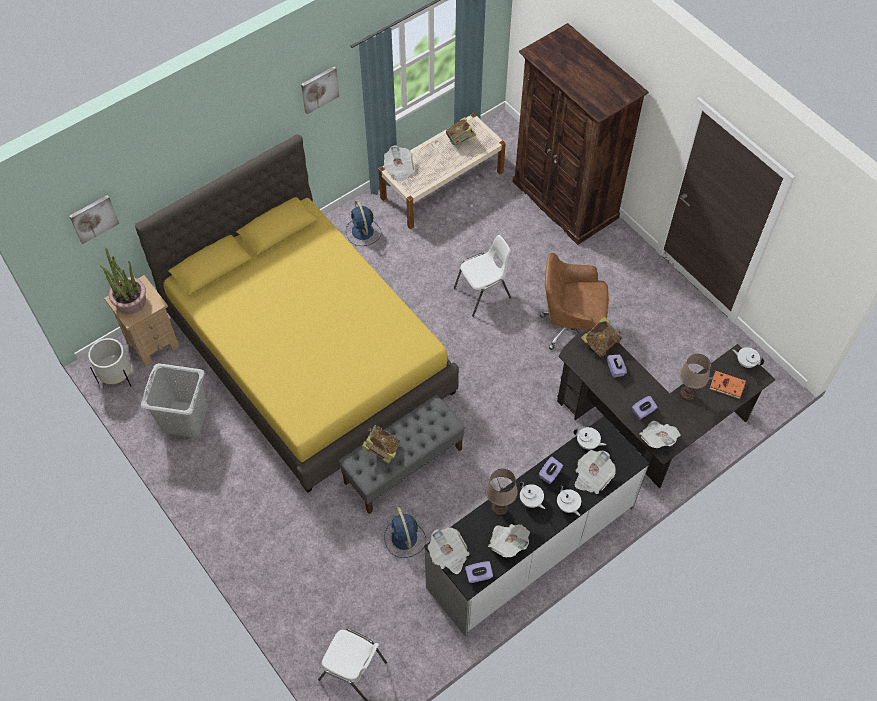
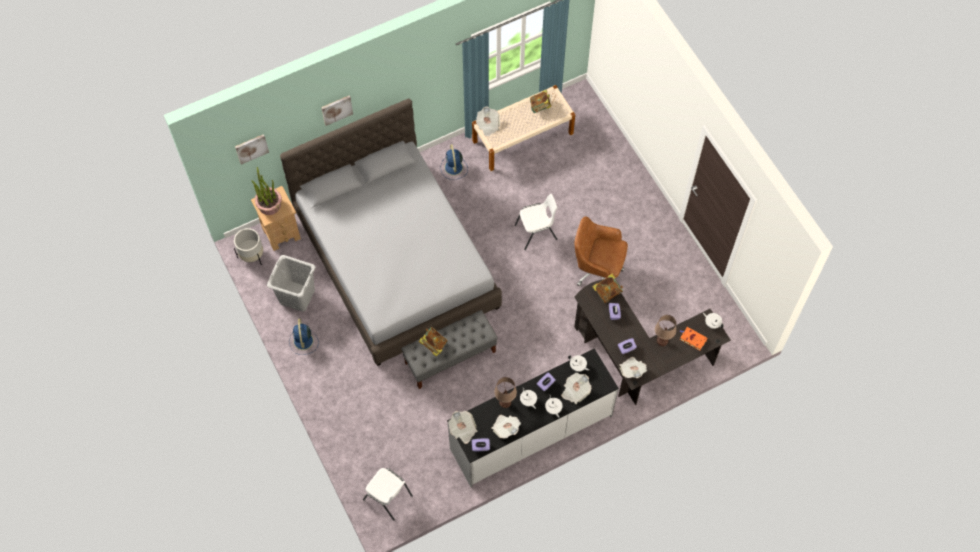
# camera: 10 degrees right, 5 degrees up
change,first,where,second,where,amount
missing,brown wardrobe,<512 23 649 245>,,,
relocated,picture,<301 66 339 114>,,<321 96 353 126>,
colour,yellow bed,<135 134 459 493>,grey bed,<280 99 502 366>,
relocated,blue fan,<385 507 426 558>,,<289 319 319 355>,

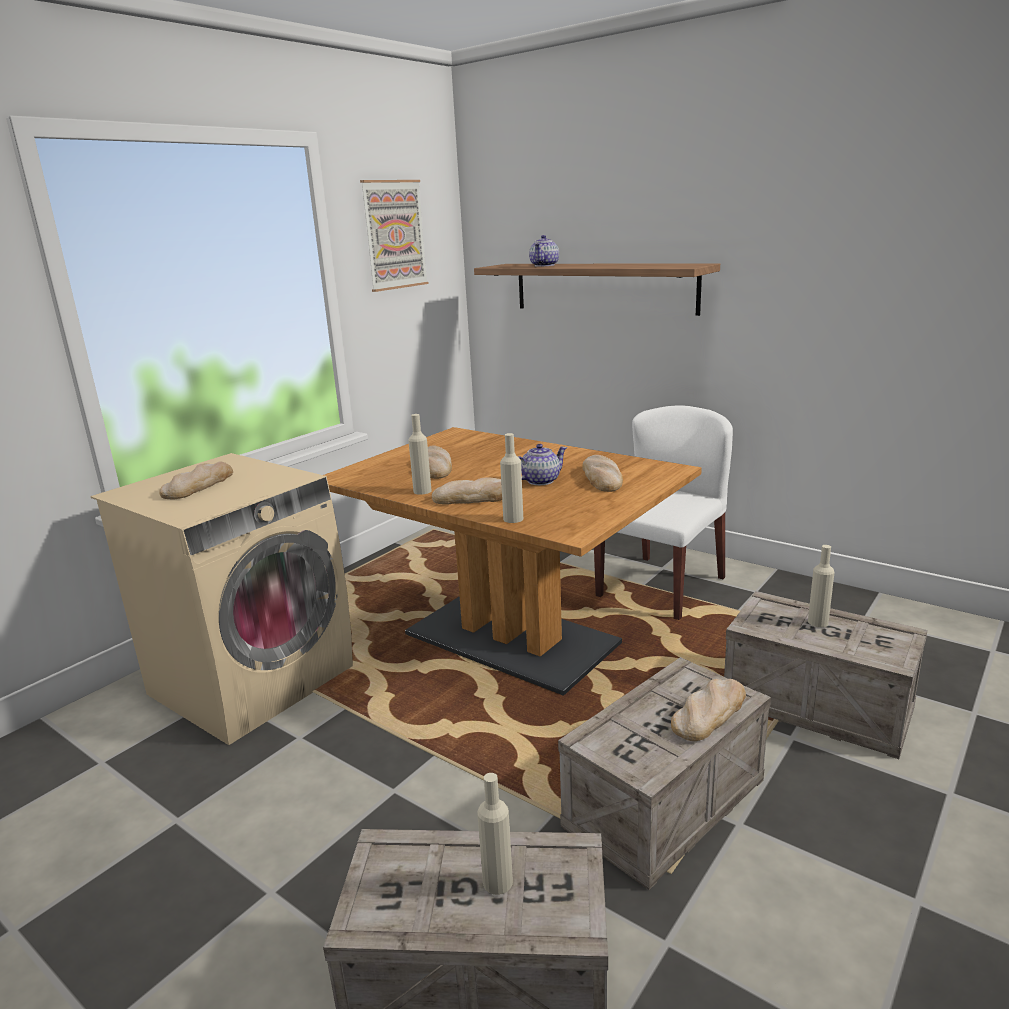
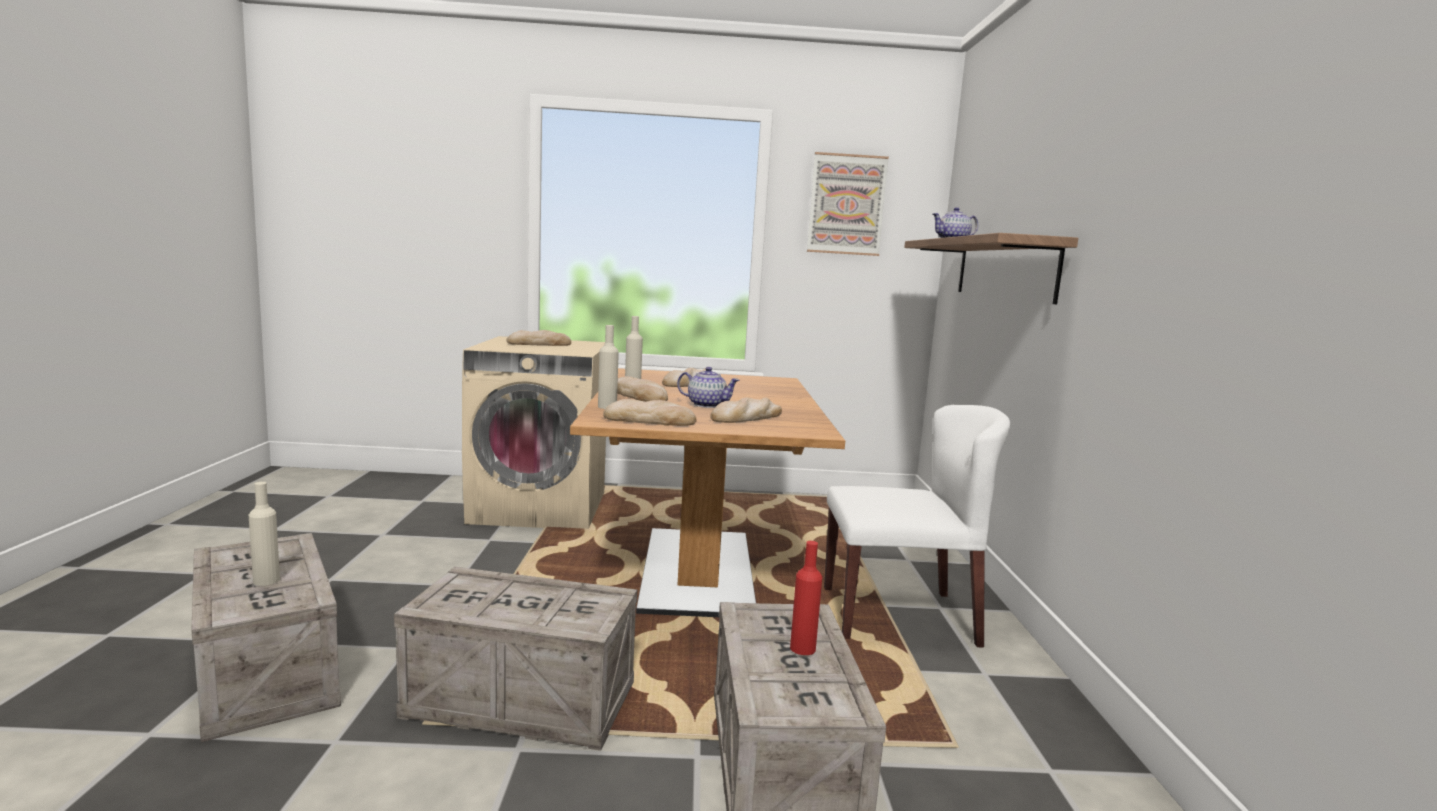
# camera: 50 degrees right, 10 degrees down
change,first,where,second,where,amount
colour,beige bottle,<808 545 835 627>,red bottle,<790 541 822 655>,
relocated,bread,<671 679 746 741>,,<603 399 696 426>,

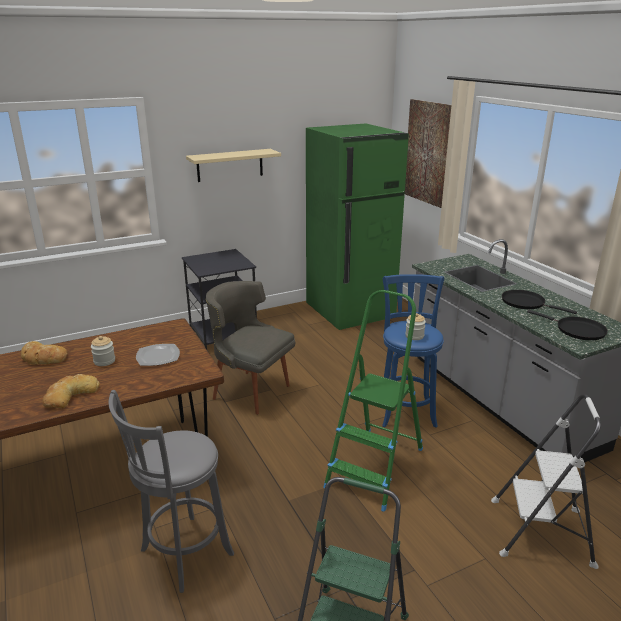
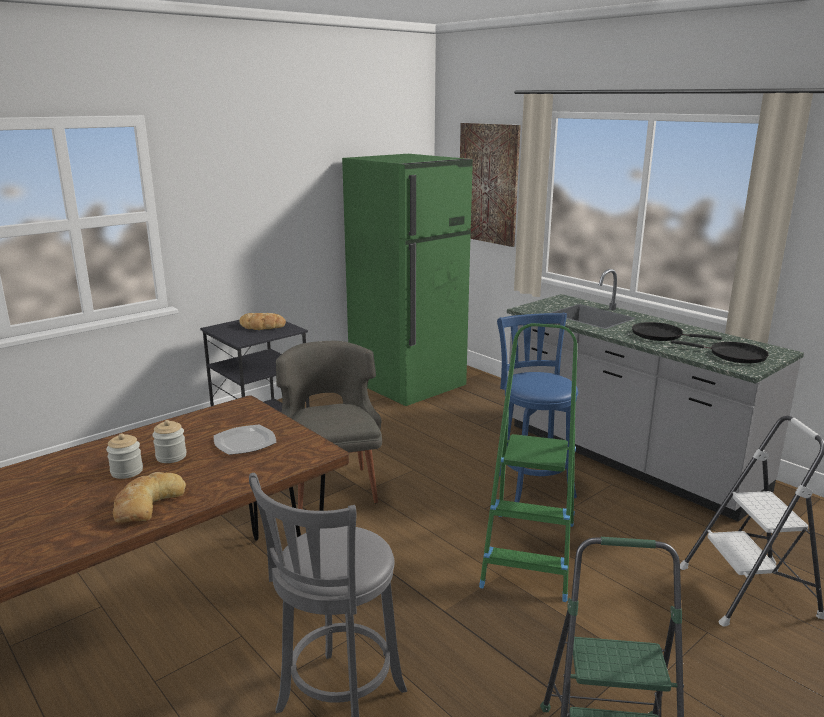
# camera: 15 degrees left, 5 degrees down
change,first,where,second,where,amount
missing,beige shelf,<186 149 281 182>,,,
spun,grey chair,<206 281 295 415>,,<276 341 382 509>,60 degrees clockwise
relocated,jar,<405 313 426 340>,,<106 434 143 479>,
relocated,bread,<21 341 68 365>,,<239 313 286 330>,

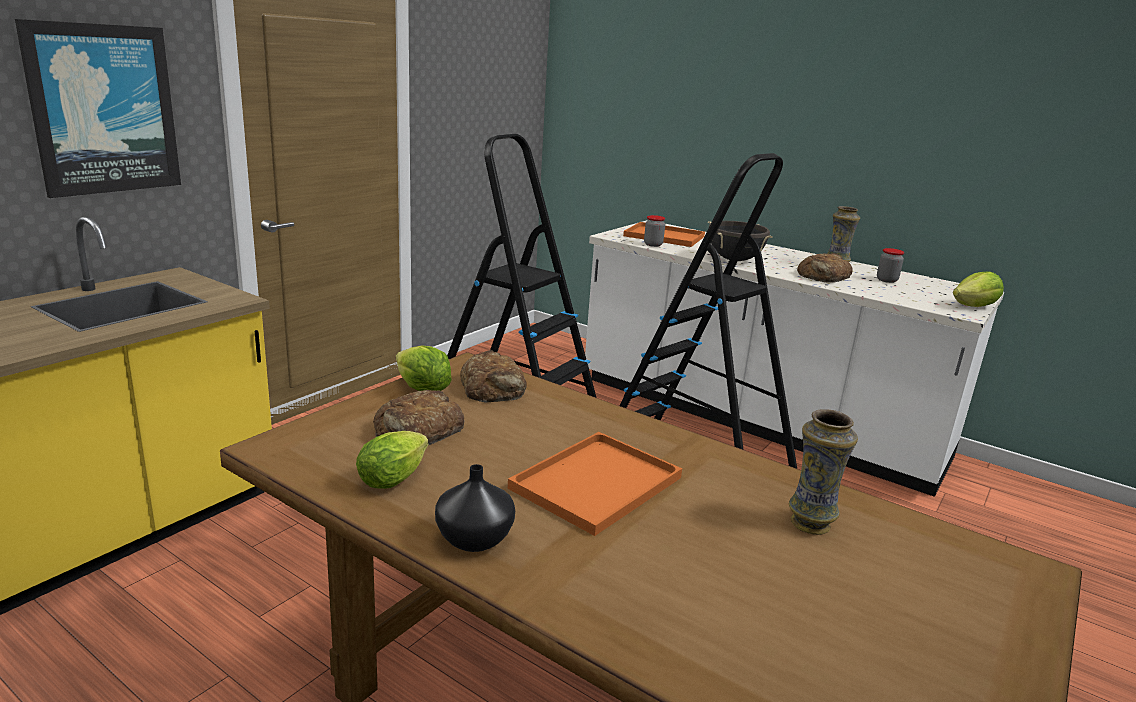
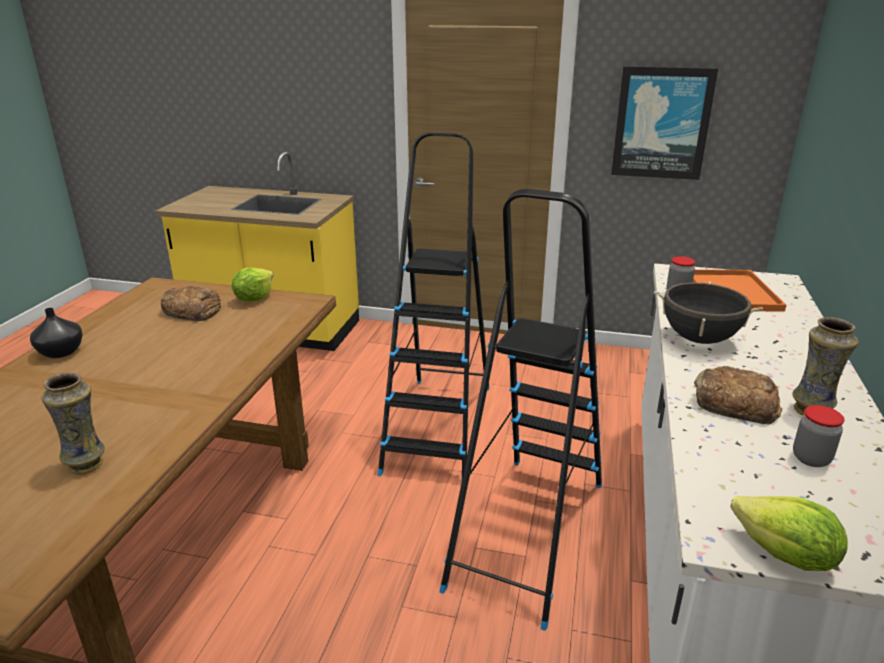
# camera: 70 degrees right, 5 degrees up
change,first,where,second,where,amount
relocated,picture,<15 19 181 198>,,<611 66 718 180>,
missing,bread,<460 350 527 403>,,,
missing,lettuce,<356 431 428 489>,,,
missing,orange tray,<508 432 682 536>,,,

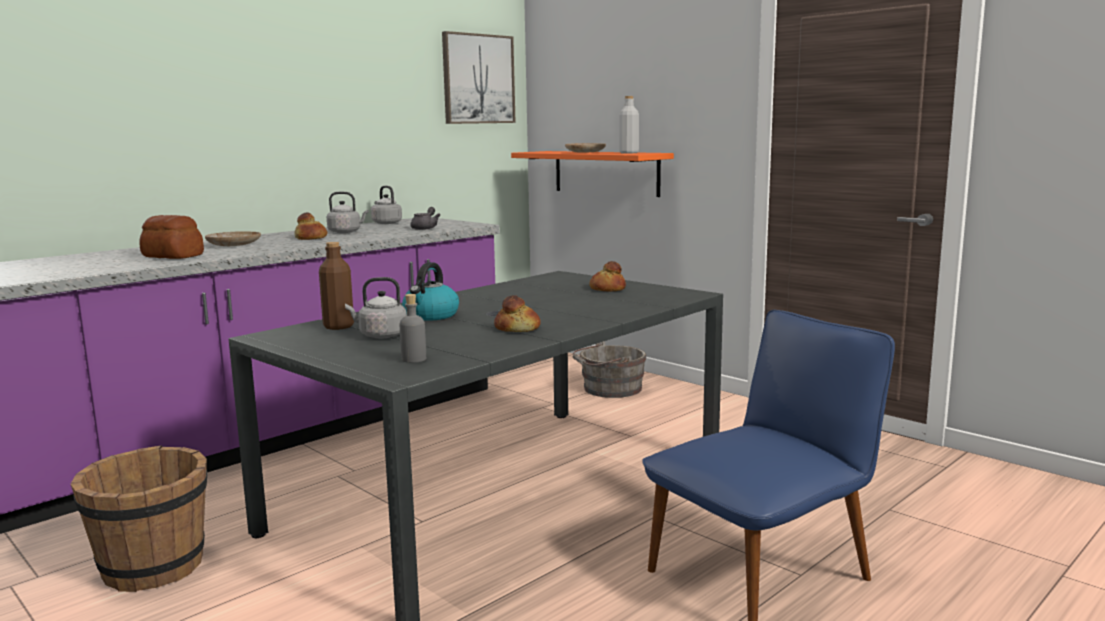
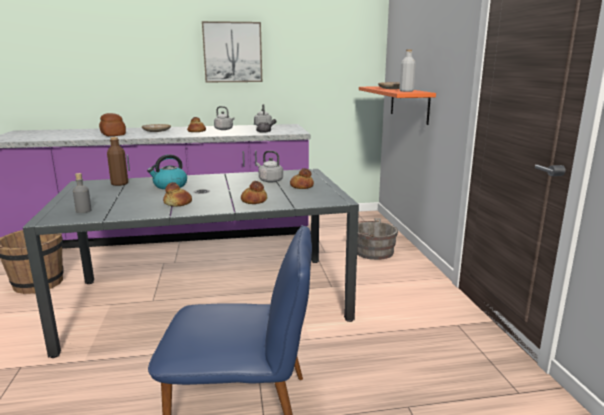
# camera: 35 degrees right, 5 degrees up
change,first,where,second,where,amount
relocated,picture,<442 31 516 124>,,<202 21 262 82>,
relocated,grey kettle,<345 277 407 338>,,<256 151 283 183>,
appeared,,,bread,<241 181 267 204>,

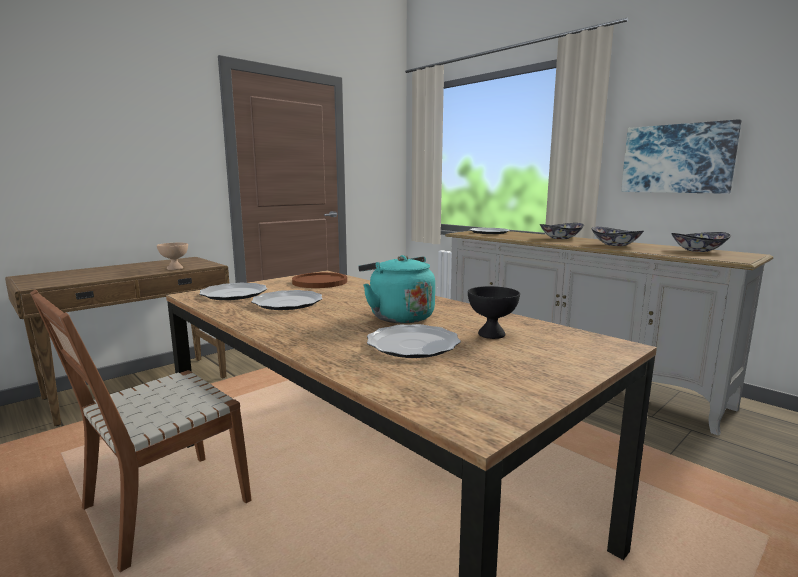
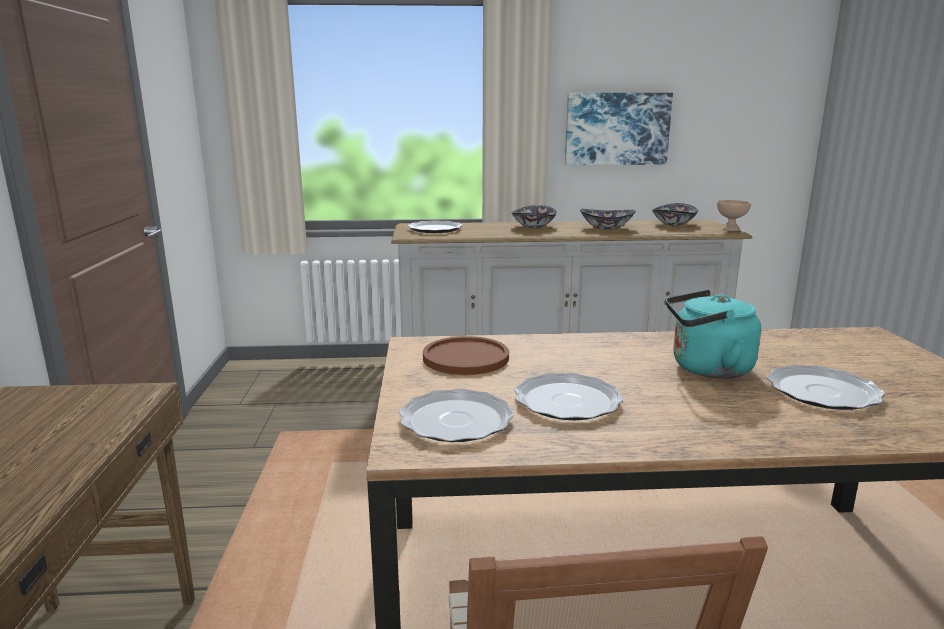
# camera: 50 degrees left, 5 degrees up
change,first,where,second,where,amount
relocated,beige bowl,<157 243 188 270>,,<717 200 751 231>,
missing,black bowl,<468 286 520 339>,,,

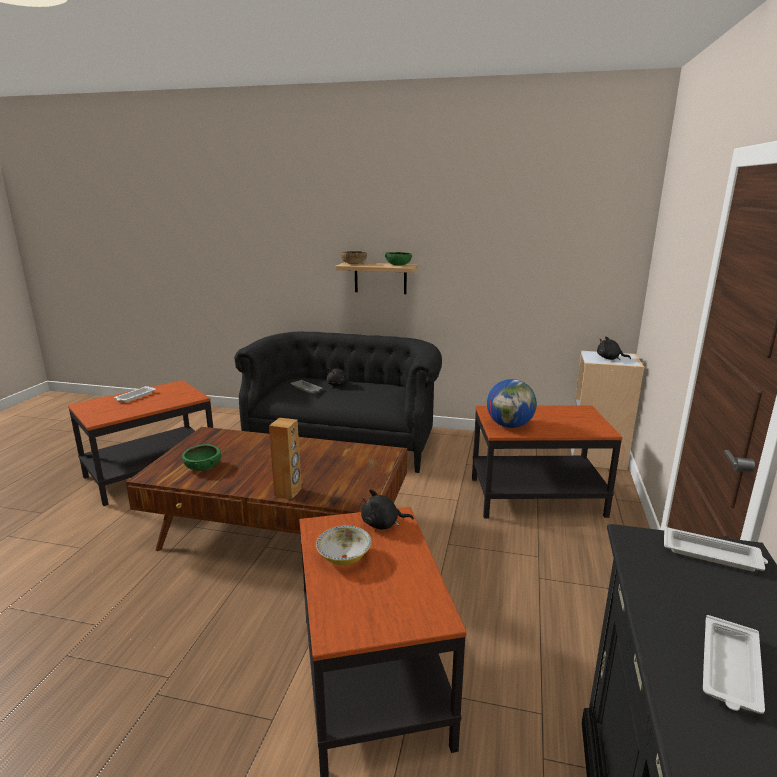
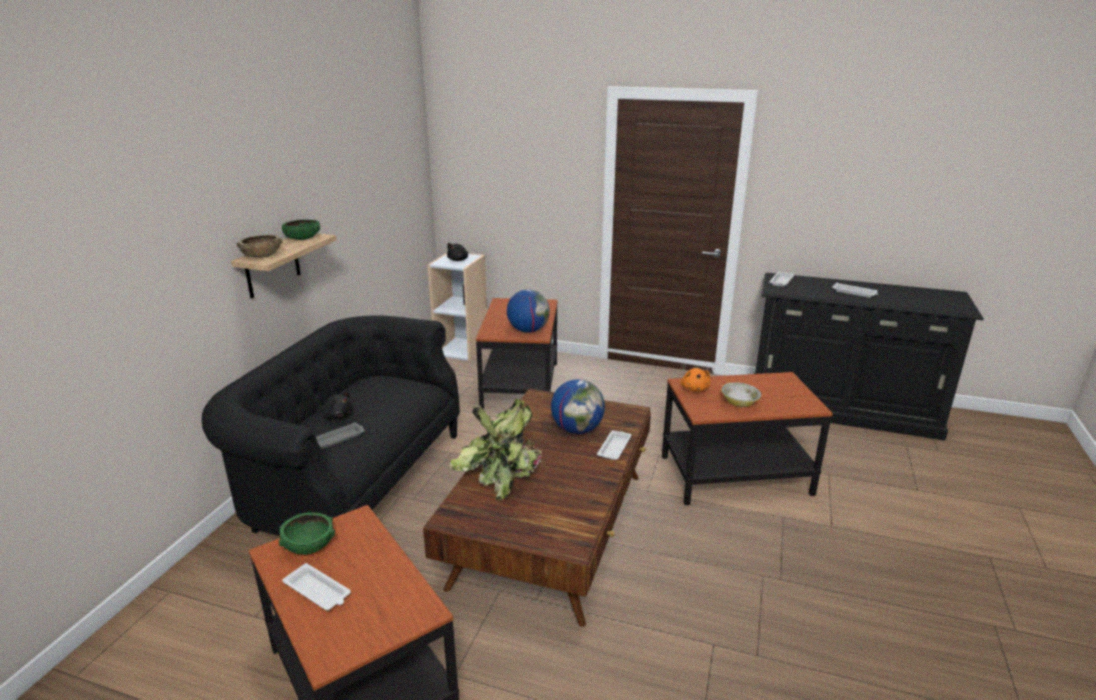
# camera: 85 degrees left, 5 degrees up
change,first,where,second,where,amount
exchanged,brown speaker,<269 418 302 499>,white tray,<597 430 631 460>,
relocated,green bowl,<182 444 221 471>,,<279 512 335 555>,
colour,black plush toy,<361 489 414 529>,orange plush toy,<681 368 710 392>,
appeared,,,globe,<551 379 605 434>,
appeared,,,potted plant,<450 399 542 501>,

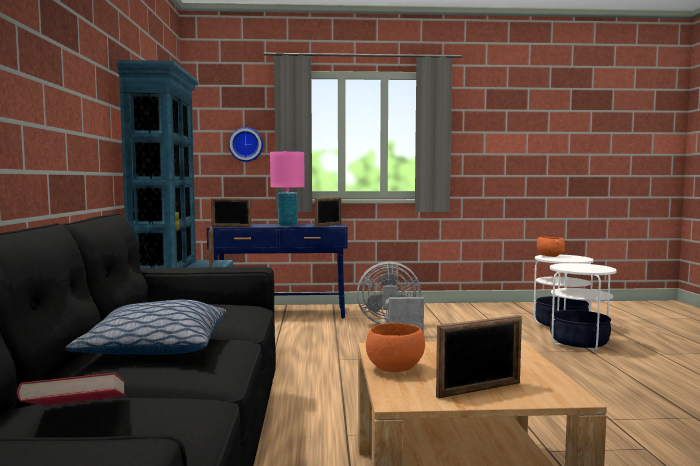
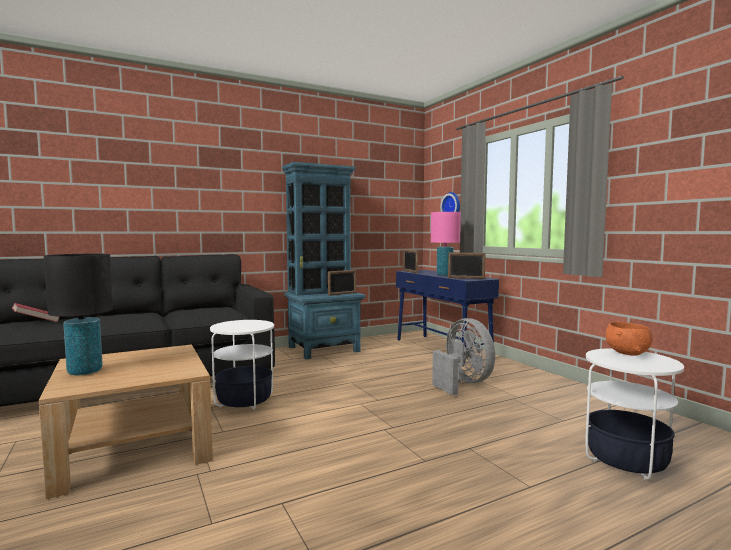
# camera: 65 degrees right, 0 degrees up
change,first,where,second,where,amount
relocated,white side table,<550 263 617 352>,,<210 320 274 410>,
missing,pillow,<65 300 226 355>,,,
exchanged,picture frame,<436 315 522 398>,black table lamp,<44 254 113 375>,
missing,orange bowl,<366 322 425 372>,,,

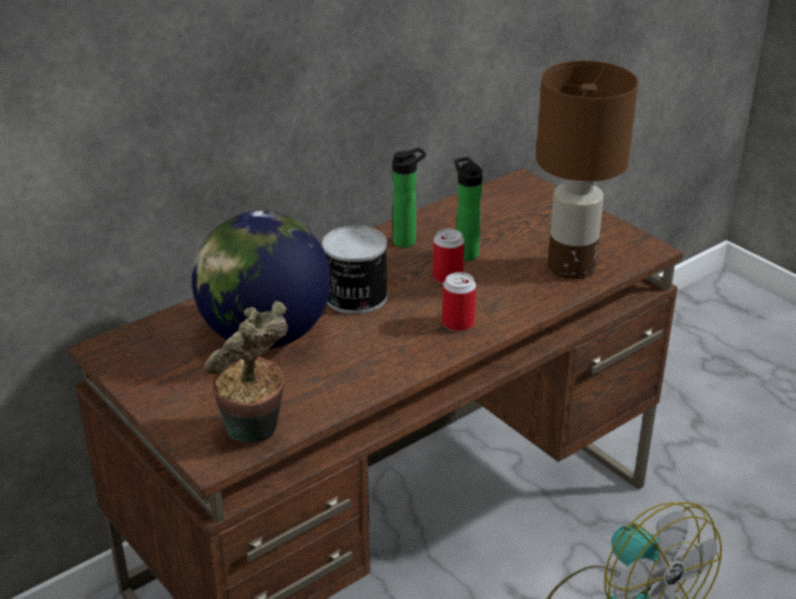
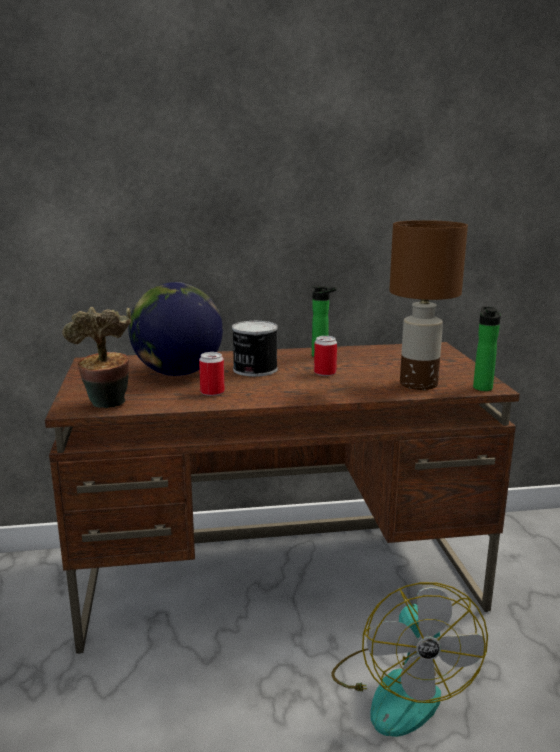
# camera: 30 degrees right, 15 degrees down
change,first,where,second,where,amount
relocated,bottle,<454 157 483 261>,,<473 306 501 391>,
relocated,can,<442 272 476 331>,,<199 352 225 396>,

